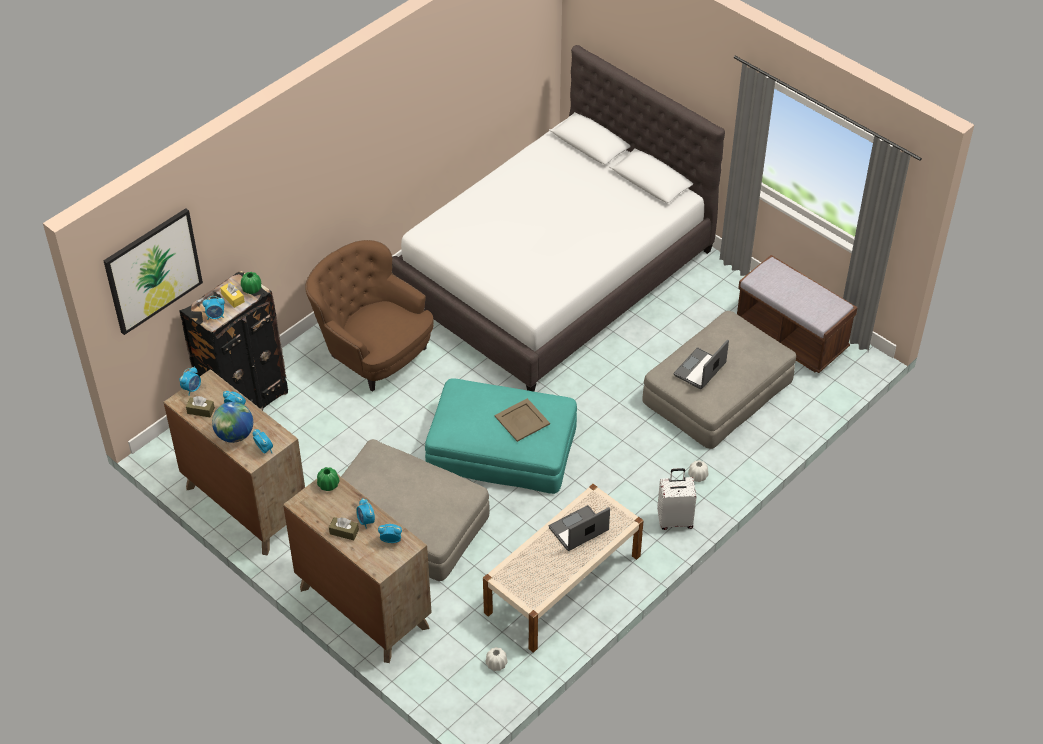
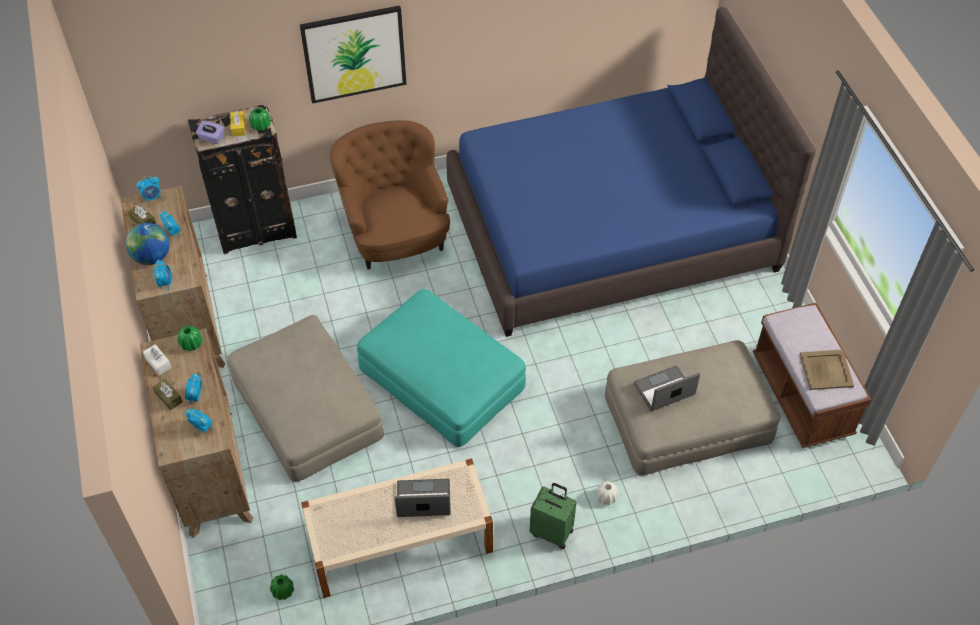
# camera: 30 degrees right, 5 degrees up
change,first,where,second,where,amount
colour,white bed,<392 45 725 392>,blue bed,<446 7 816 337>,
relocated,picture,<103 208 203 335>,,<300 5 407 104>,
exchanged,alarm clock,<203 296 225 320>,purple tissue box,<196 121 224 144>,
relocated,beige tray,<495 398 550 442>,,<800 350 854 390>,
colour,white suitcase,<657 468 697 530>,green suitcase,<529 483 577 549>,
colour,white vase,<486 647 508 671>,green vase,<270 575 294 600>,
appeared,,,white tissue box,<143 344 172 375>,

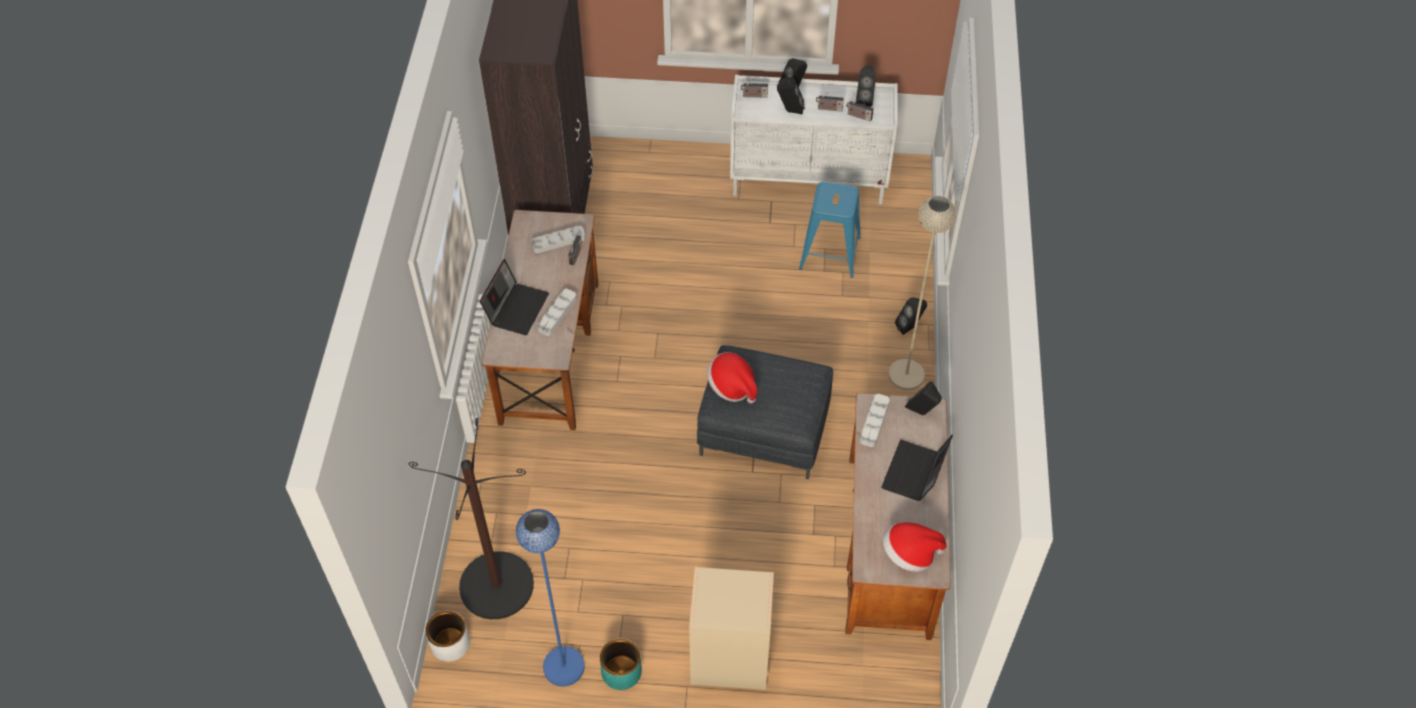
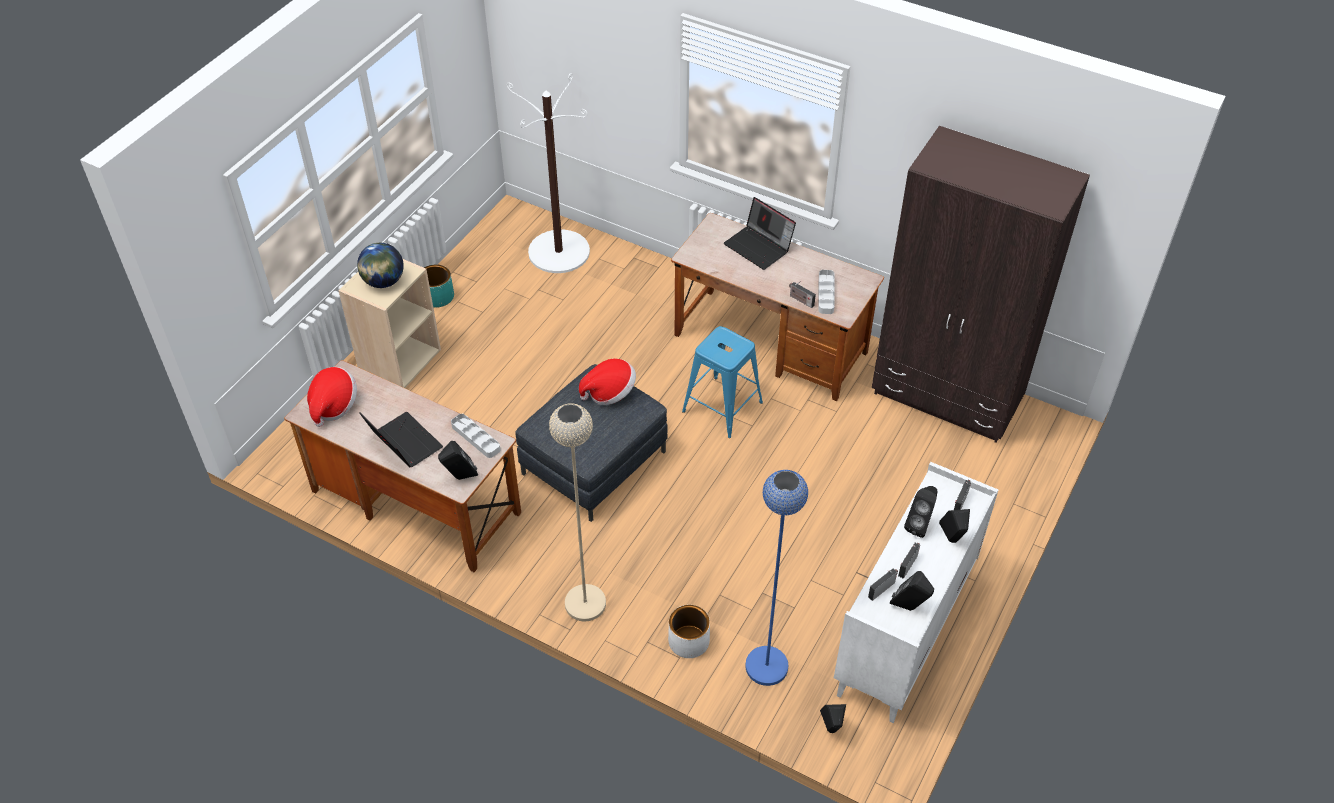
# camera: 115 degrees right, 5 degrees down
change,first,where,second,where,amount
relocated,blue stool,<799 182 861 278>,,<682 326 763 438>,
missing,grey tray,<537 289 577 336>,,,
relocated,black speaker,<895 297 927 335>,,<820 704 846 733>,
colour,black clothes rack,<409 418 534 619>,white clothes rack,<507 73 590 273>,
relocated,blue floor lamp,<516 509 585 686>,,<746 470 808 686>,
relocated,white planter,<425 611 470 662>,,<668 605 710 658>,
appeared,,,globe,<357 243 404 288>,

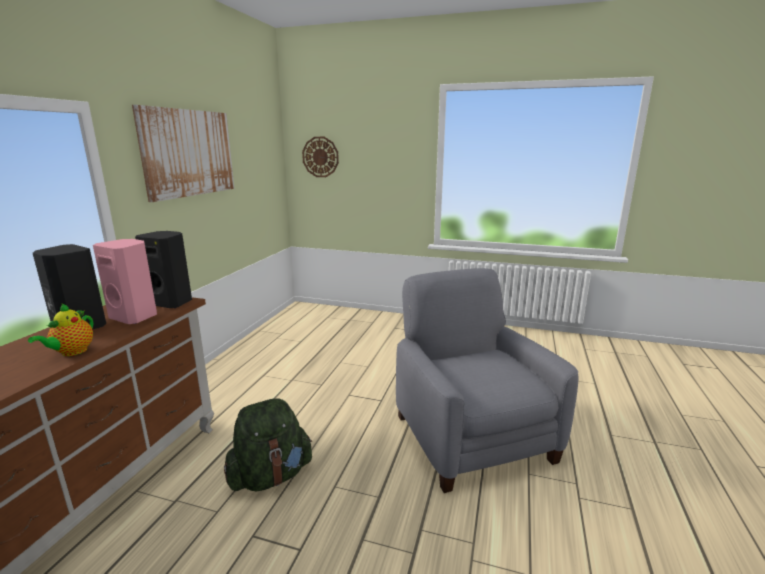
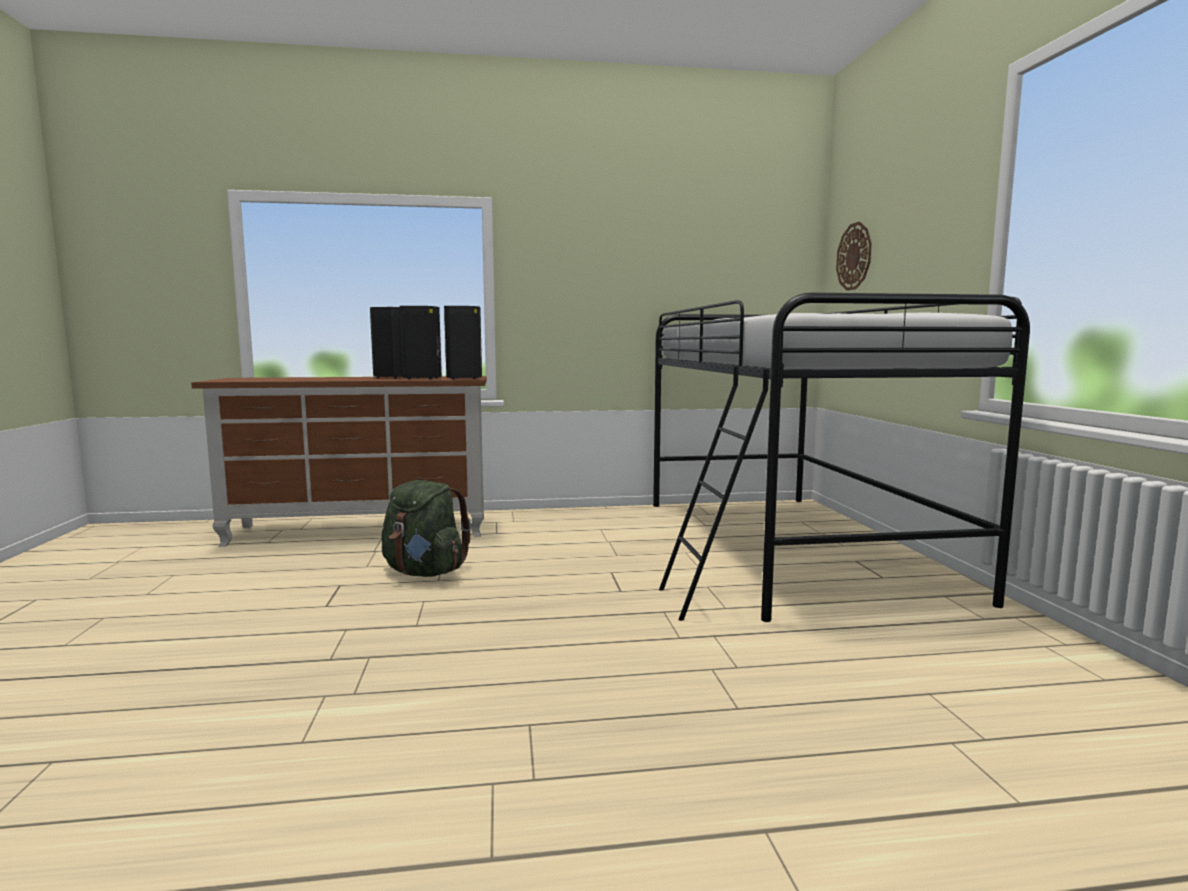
# camera: 65 degrees right, 10 degrees down
change,first,where,second,where,amount
missing,picture,<132 105 234 202>,,,
colour,pink speaker,<93 239 157 324>,black speaker,<400 306 442 380>,
missing,grey armchair,<396 268 579 493>,,,
missing,teapot,<28 304 93 356>,,,
appeared,,,black bed,<653 293 1030 622>,

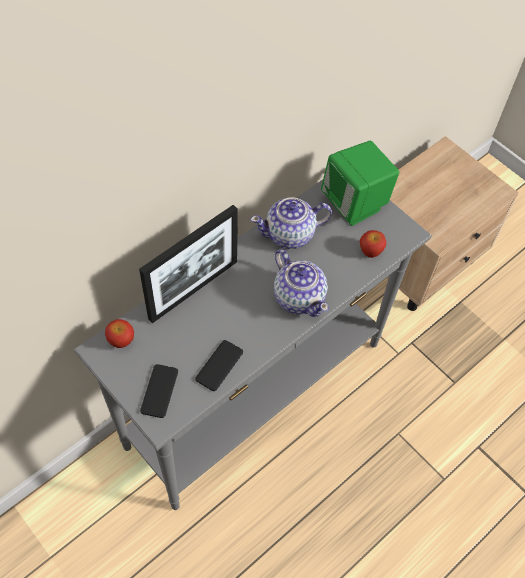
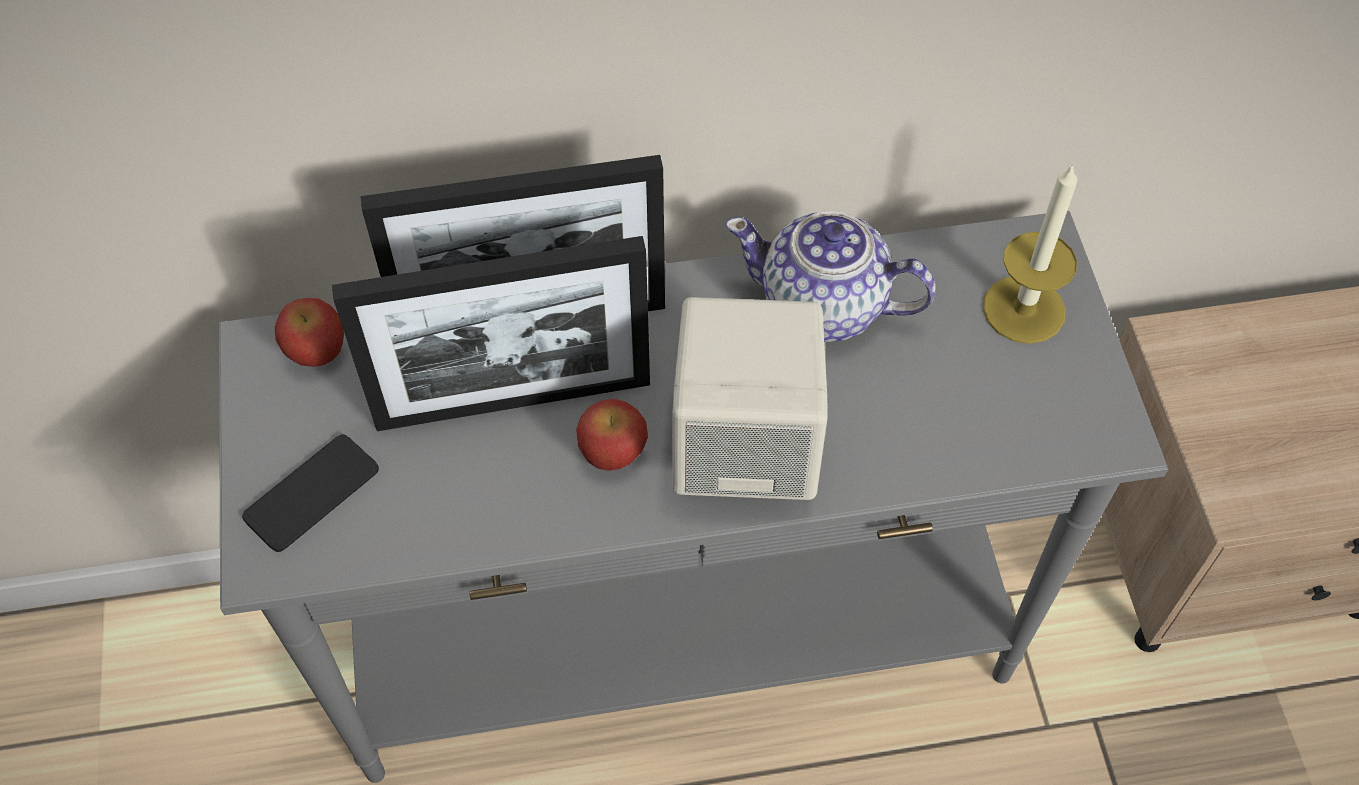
# camera: 35 degrees right, 0 degrees up
change,first,where,second,where,amount
exchanged,green speaker,<321 141 399 226>,candle,<983 163 1077 344>,
relocated,apple,<360 230 386 258>,,<576 399 648 471>,
exchanged,teapot,<274 249 329 317>,beige speaker,<672 297 828 500>,
missing,phone,<195 340 243 391>,,,
appeared,,,picture frame,<332 236 650 431>,

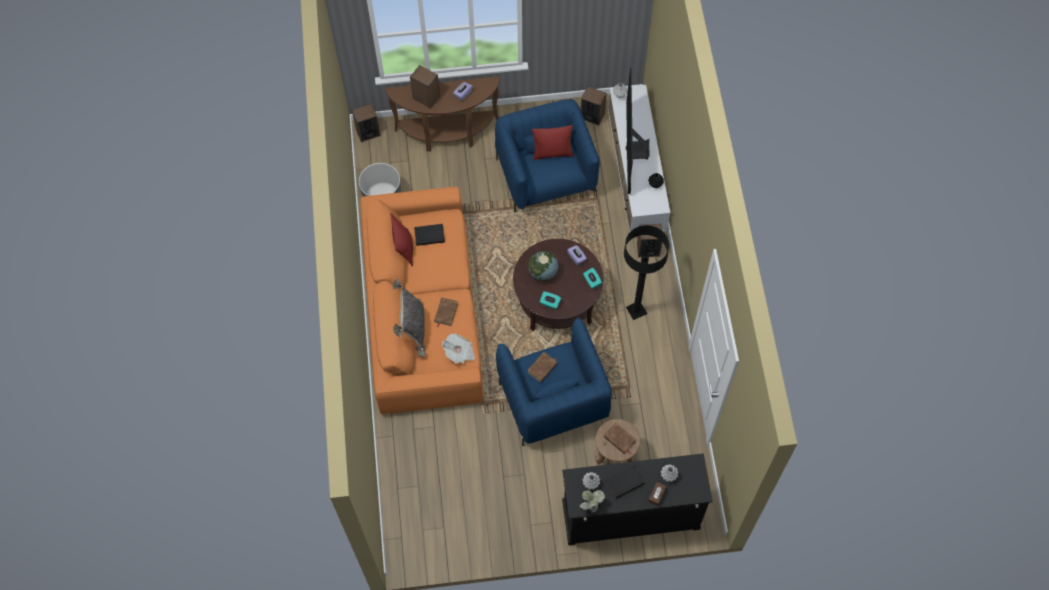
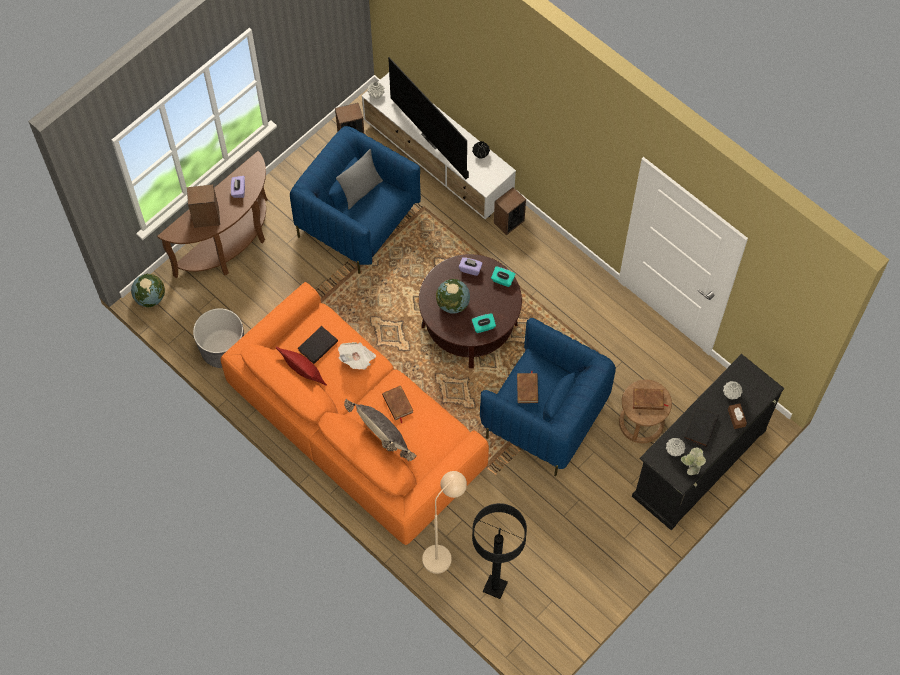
# camera: 40 degrees left, 0 degrees up
change,first,where,second,where,amount
exchanged,speaker,<352 103 381 142>,globe,<131 274 165 308>,
colour,red pillow,<532 125 574 160>,grey pillow,<336 149 383 210>,
relocated,black floor lamp,<624 225 670 320>,,<472 503 527 599>,
relocated,newspaper,<442 333 475 364>,,<338 342 376 370>,
appeared,,,beige floor lamp,<422 471 467 574>,

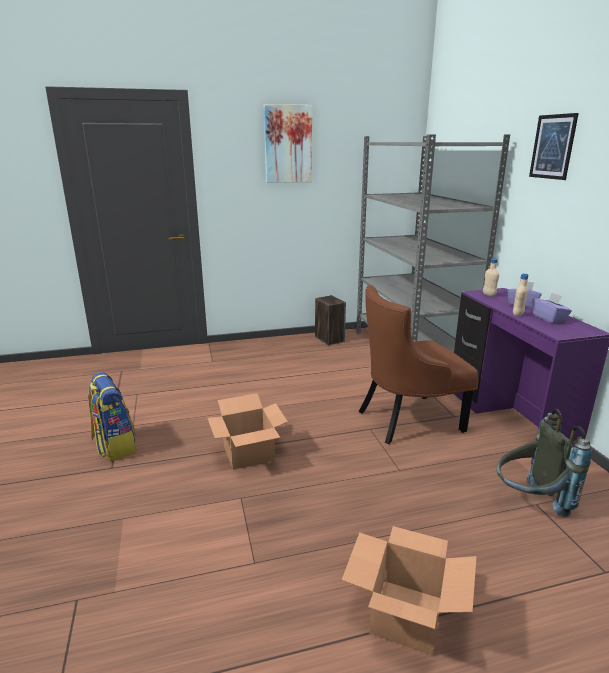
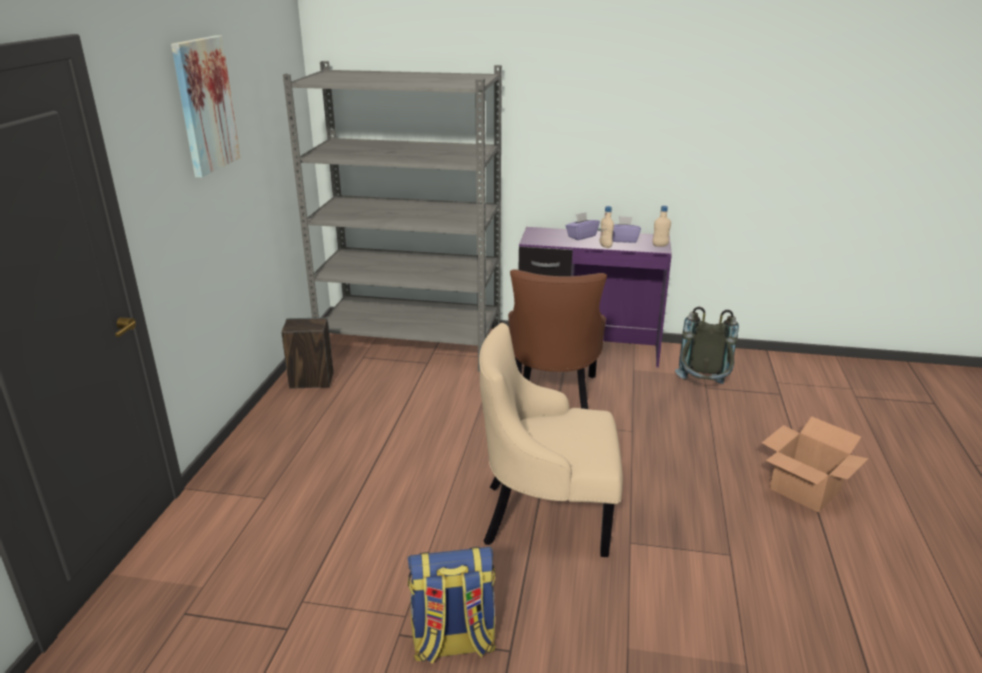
# camera: 65 degrees left, 5 degrees up
change,first,where,second,where,amount
missing,picture,<529 113 579 180>,,,
relocated,beige bottle,<483 258 499 297>,,<652 206 671 247>,
exchanged,cardboard box,<207 393 288 470>,beige chair,<479 323 623 557>,

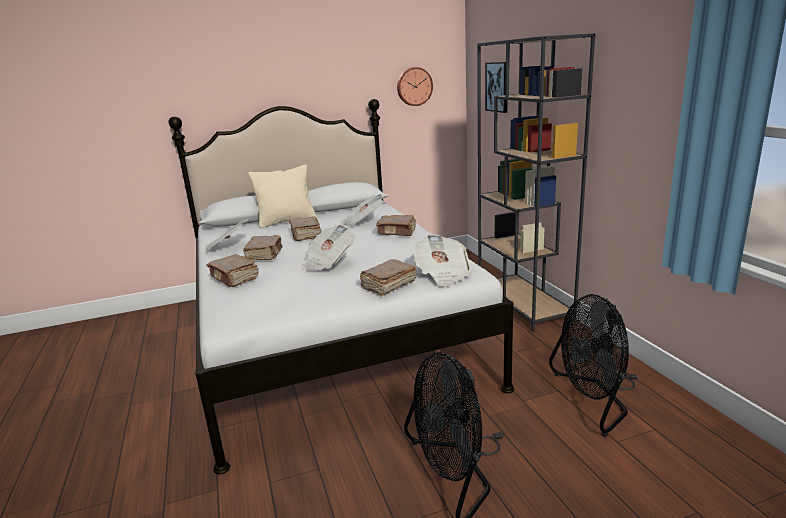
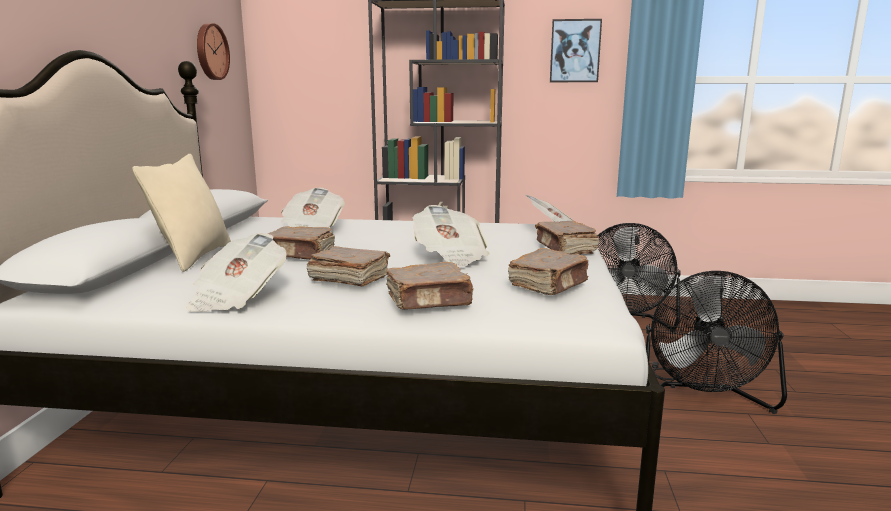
# camera: 65 degrees left, 5 degrees down
change,first,where,second,where,amount
relocated,picture,<485 62 507 113>,,<550 19 602 82>,
relocated,brown book,<376 215 416 236>,,<508 248 588 295>,

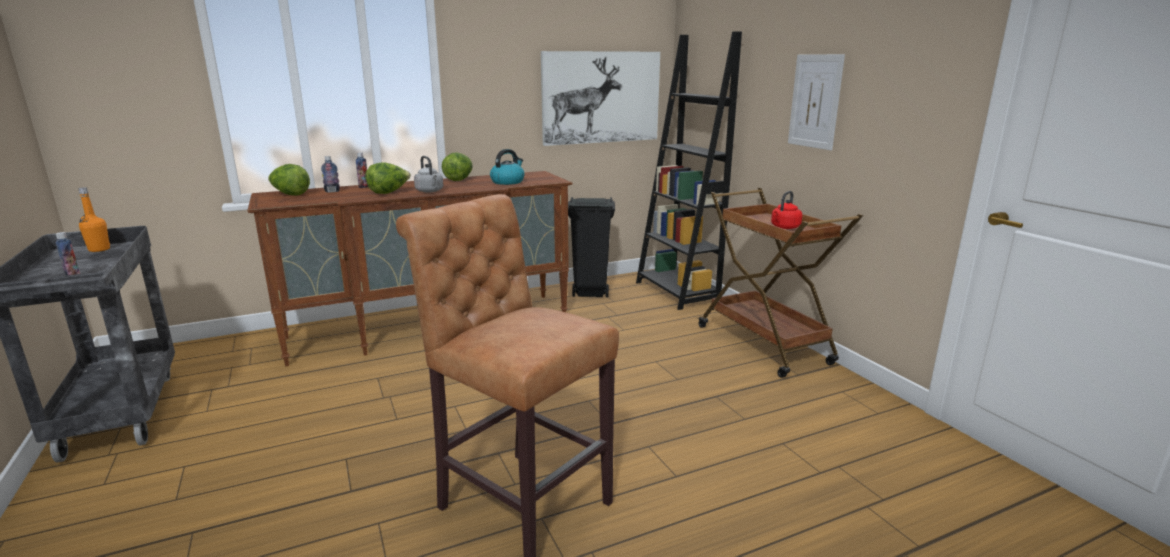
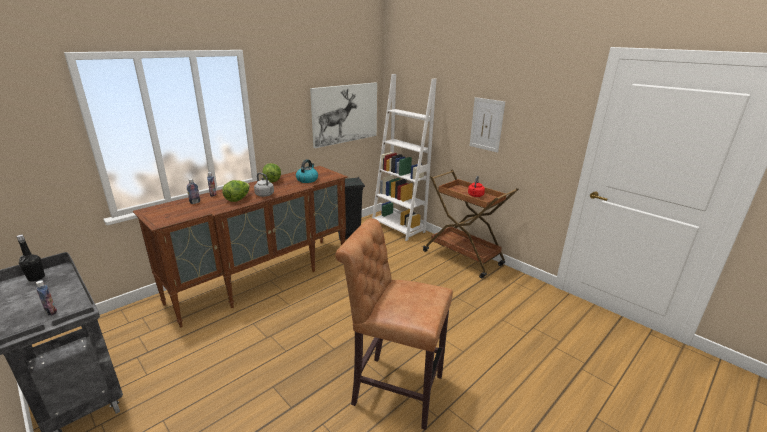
# camera: 20 degrees left, 5 degrees up
change,first,where,second,where,amount
colour,black bookcase,<636 31 742 310>,white bookcase,<372 74 436 241>,
missing,lettuce,<268 164 310 195>,,,
colour,orange bottle,<78 187 110 252>,black bottle,<16 235 45 281>,

